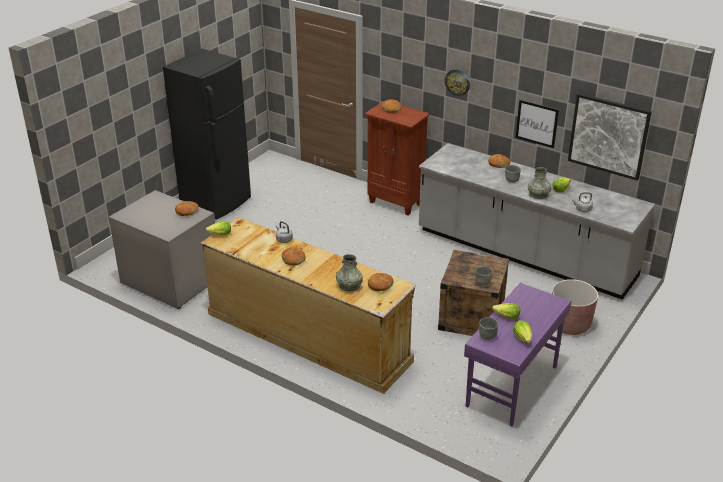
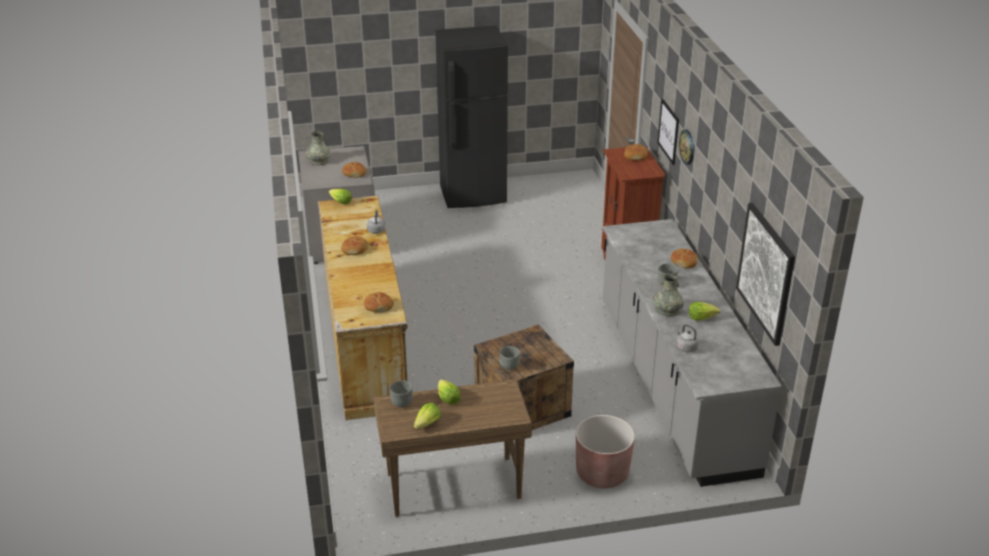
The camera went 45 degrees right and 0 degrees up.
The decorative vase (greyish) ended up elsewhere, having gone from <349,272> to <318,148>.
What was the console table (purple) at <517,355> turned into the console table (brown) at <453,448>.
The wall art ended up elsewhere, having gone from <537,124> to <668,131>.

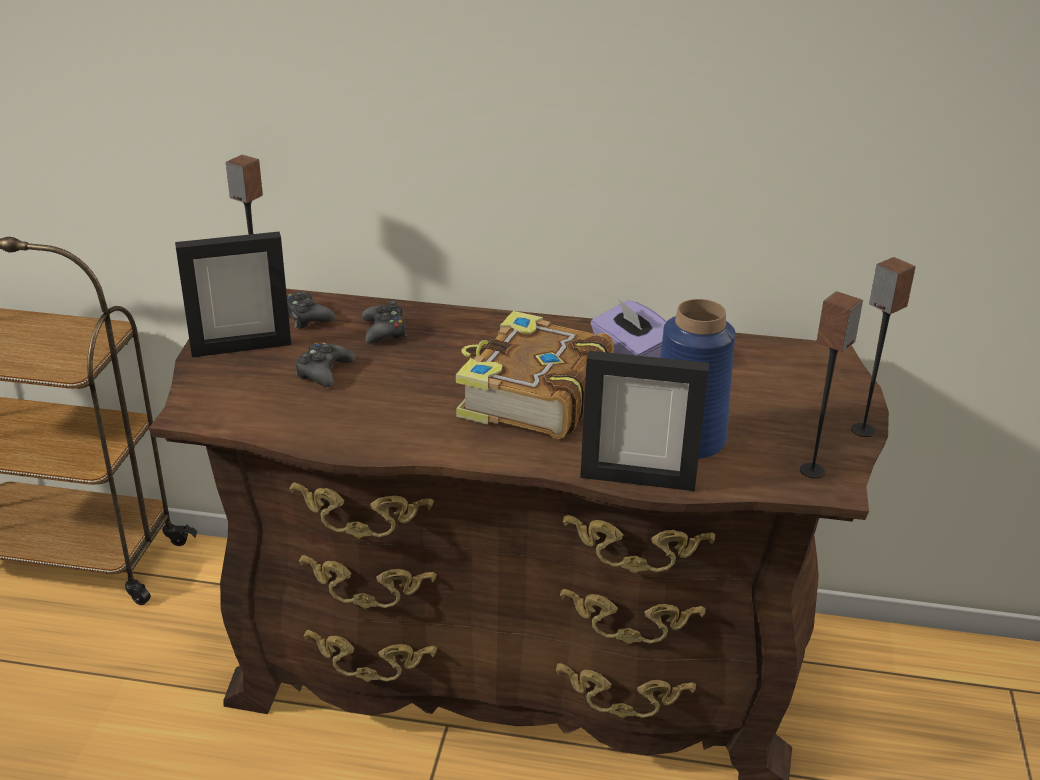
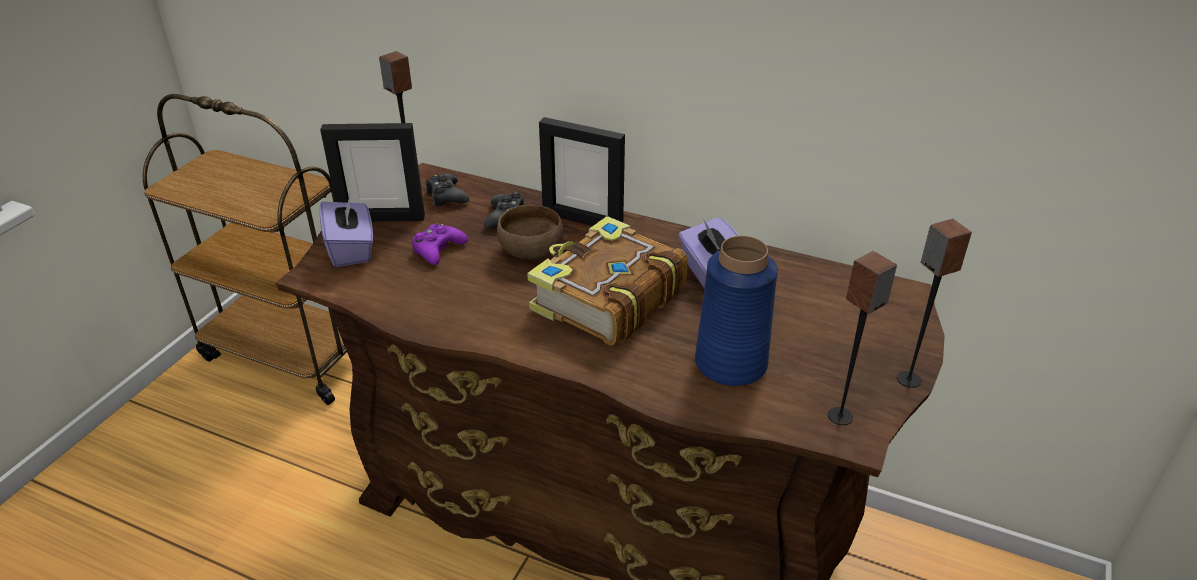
The camera went 15 degrees right and 5 degrees up.
What was the game controller (black-coloured) at <325,364> turned into the game controller (purple) at <440,244>.
The photo frame ended up elsewhere, having gone from <644,421> to <582,171>.
The second view gained the tissue holder (purple) at <346,231>.
The second view gained the deep dish (brown) at <530,232>.

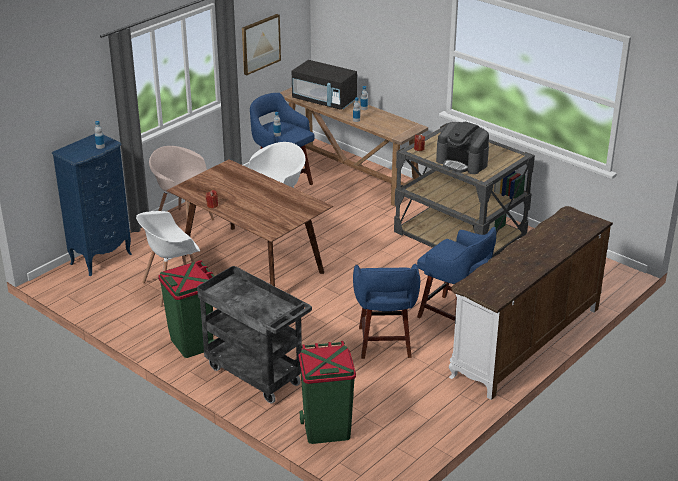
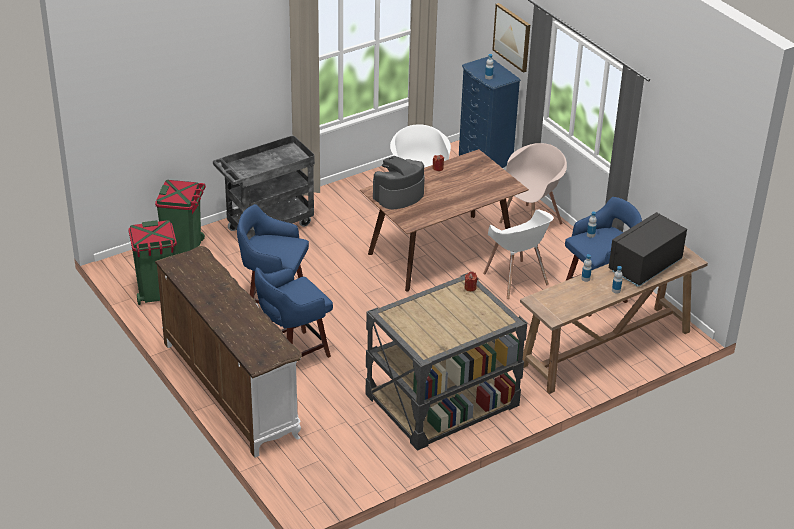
The camera went 105 degrees right and 5 degrees up.
The trash can (green) ended up elsewhere, having gone from <186,309> to <152,262>.
The wall art ended up elsewhere, having gone from <261,45> to <511,38>.
The coffee maker ended up elsewhere, having gone from <462,148> to <399,183>.

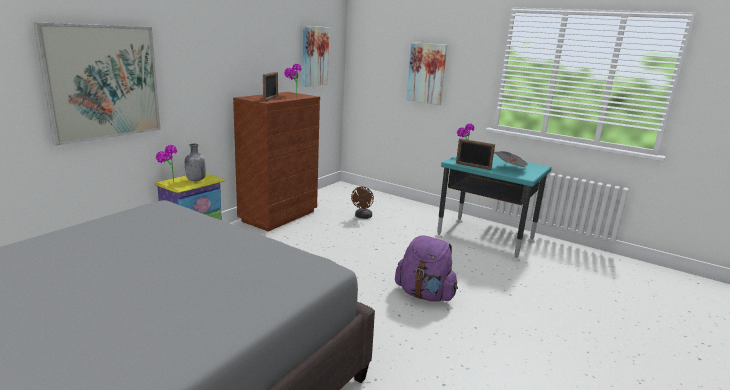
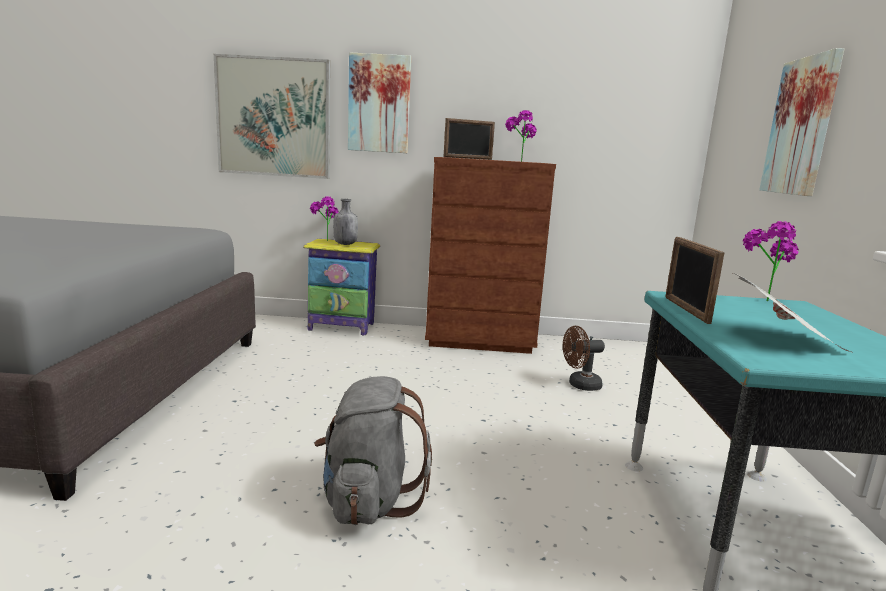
The camera went 60 degrees right and 5 degrees down.
The wall art ended up elsewhere, having gone from <316,56> to <379,102>.
What was the rucksack (purple) at <426,268> turned into the rucksack (greyish) at <373,450>.

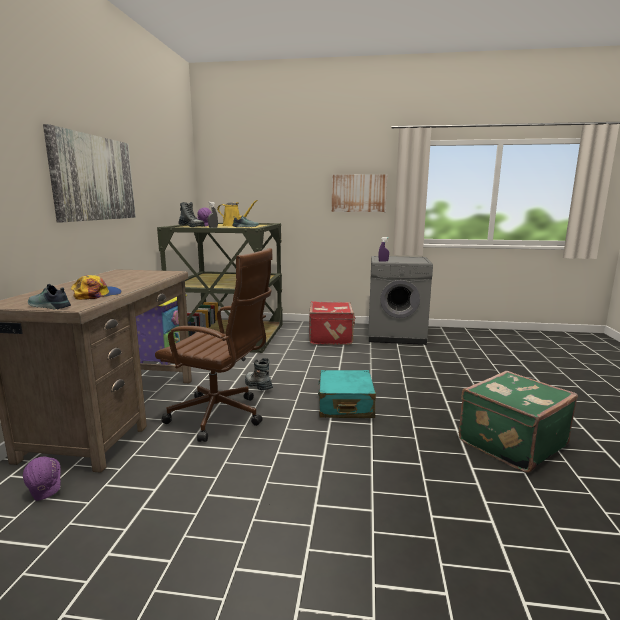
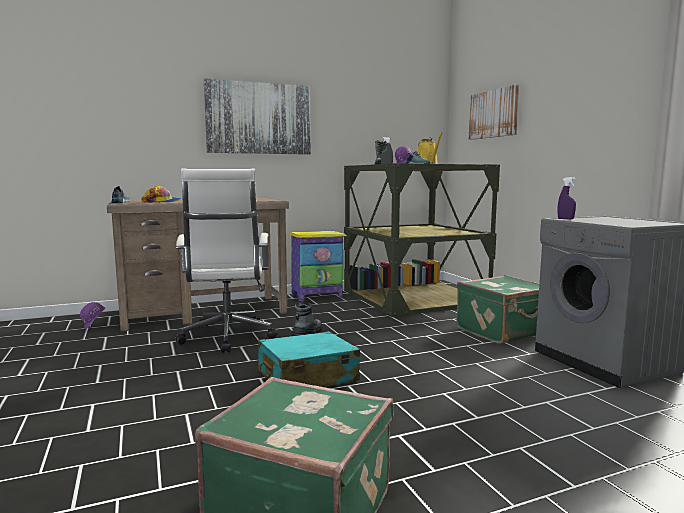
The camera went 60 degrees right and 5 degrees down.
What was the computer chair (brown) at <213,345> turned into the computer chair (white-coloured) at <226,260>.
What was the piece of luggage (reddish) at <332,323> turned into the piece of luggage (green) at <497,309>.
The wall art ended up elsewhere, having gone from <359,193> to <494,112>.

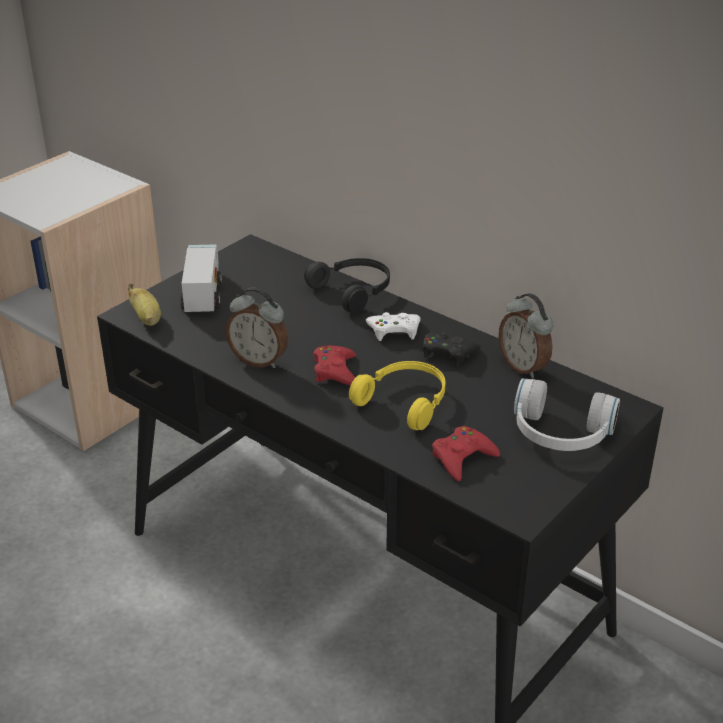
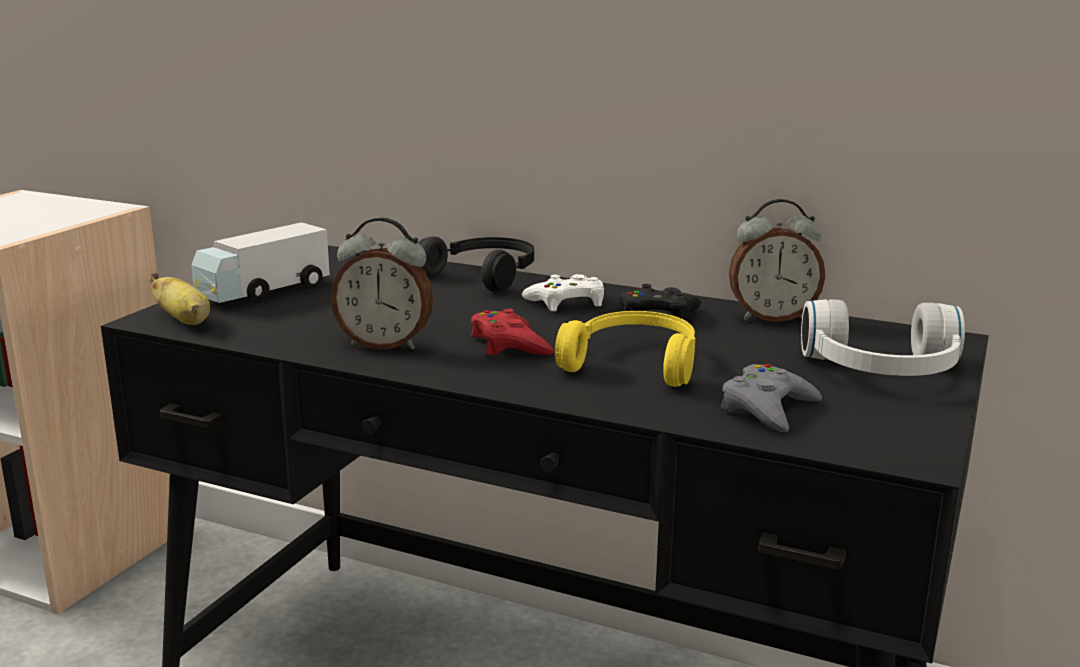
The camera went 15 degrees left and 15 degrees down.
The toy lorry at <201,278> ended up facing another way, 120 degrees counterclockwise from before.
What was the game controller (reddish) at <466,453> turned into the game controller (greyish) at <771,398>.
The table clock at <526,336> ended up facing another way, 45 degrees counterclockwise from before.

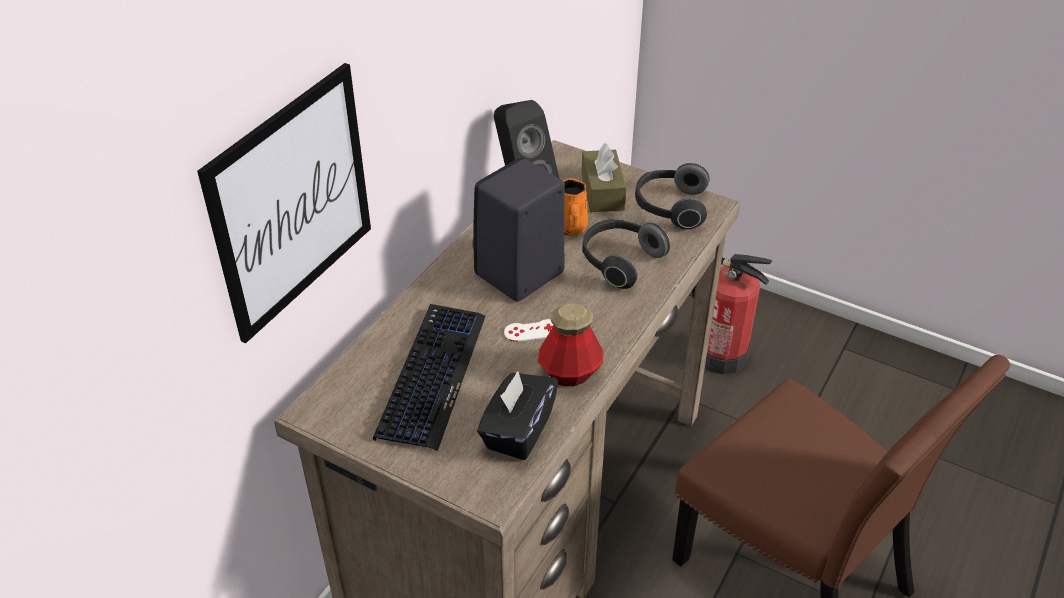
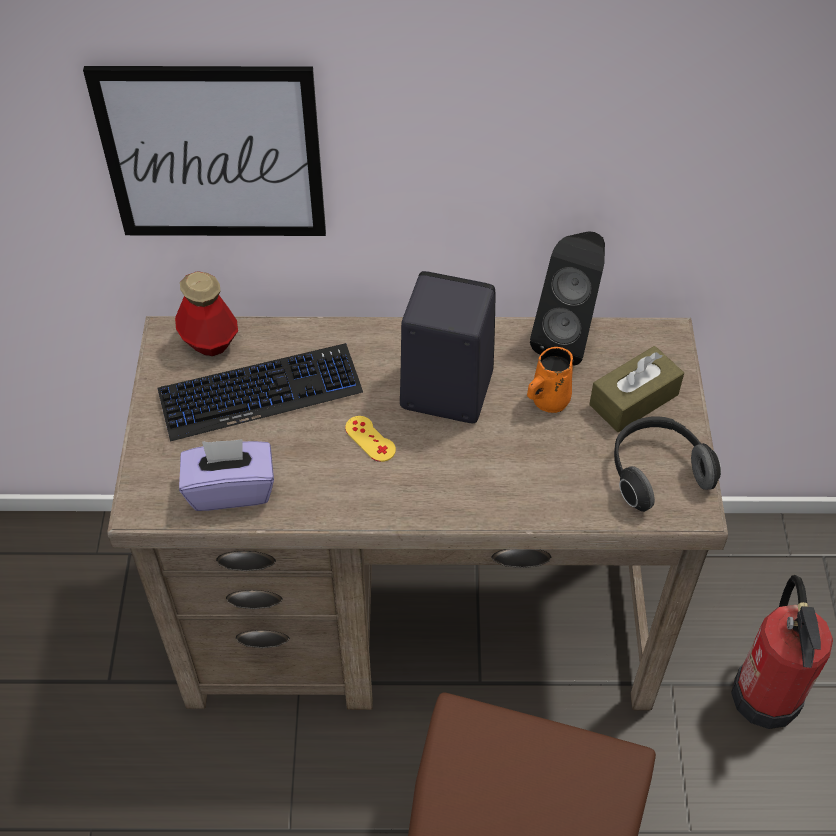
The camera went 60 degrees right and 10 degrees up.
What was the tissue holder (black-coloured) at <517,415> turned into the tissue holder (purple) at <226,475>.
What was the game controller (white-coloured) at <529,330> turned into the game controller (yellow-coloured) at <370,439>.
The drink bottle ended up elsewhere, having gone from <570,345> to <206,313>.
The second view lost the headset at <626,254>.

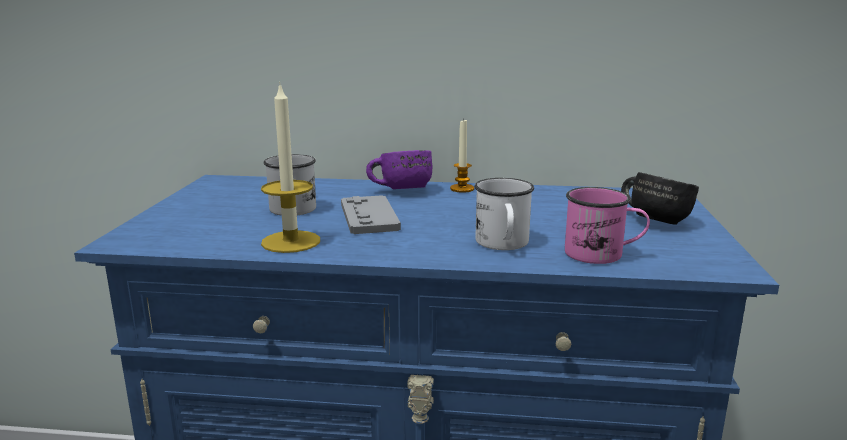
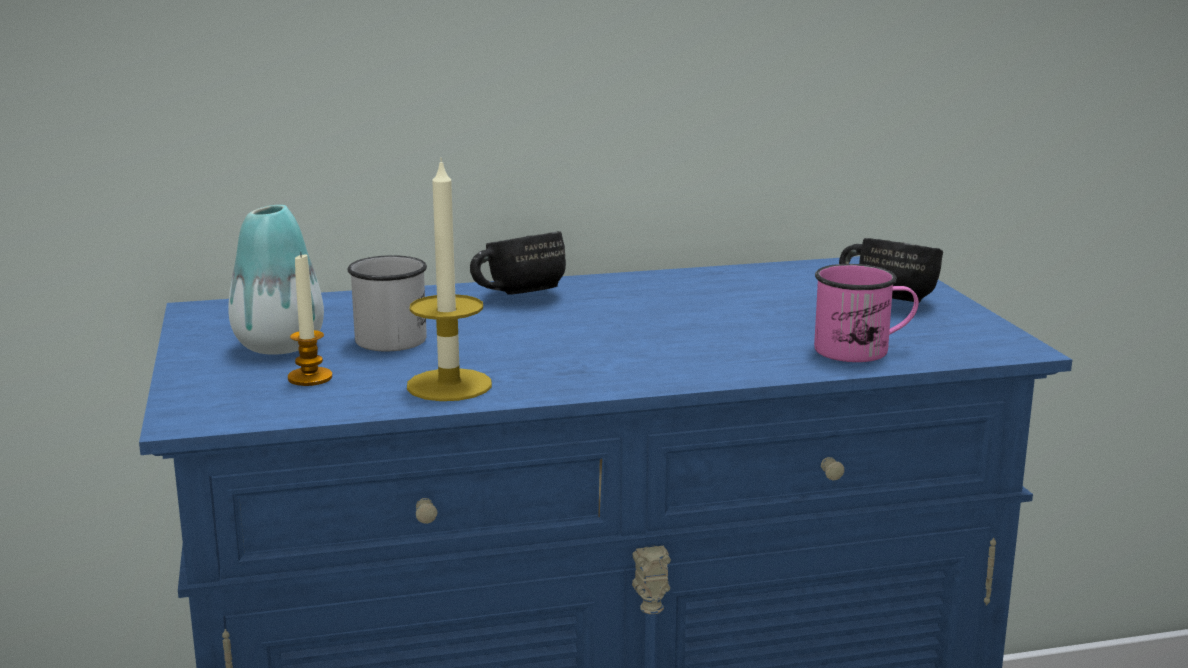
The camera went 20 degrees left and 0 degrees up.
The second view lost the game controller (greyish) at <371,214>.
What was the tea mug (purple) at <399,169> turned into the tea mug (black-coloured) at <518,263>.
The wax light ended up elsewhere, having gone from <462,155> to <310,319>.
The second view lost the tea mug (white-coloured) at <504,214>.
The second view gained the decorative vase at <276,280>.

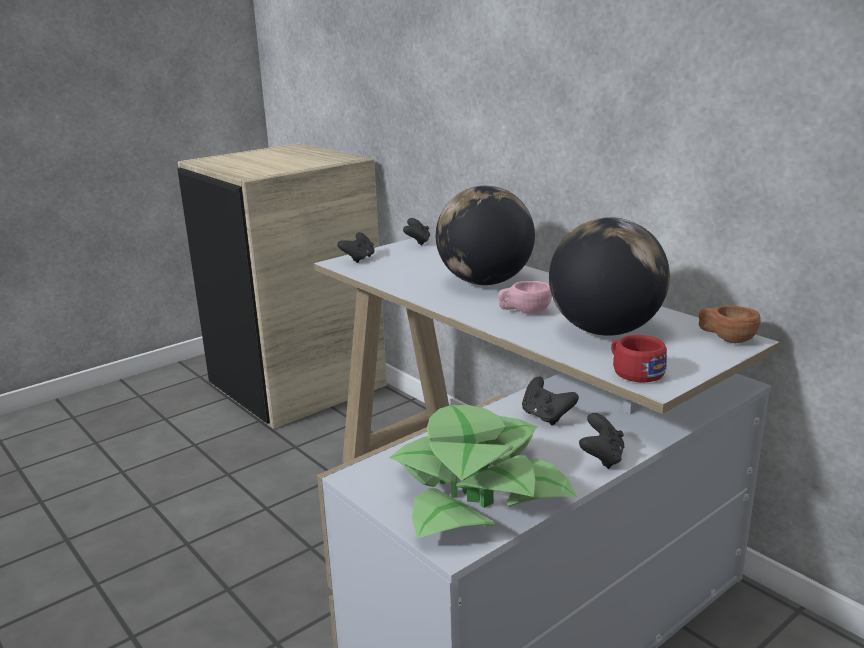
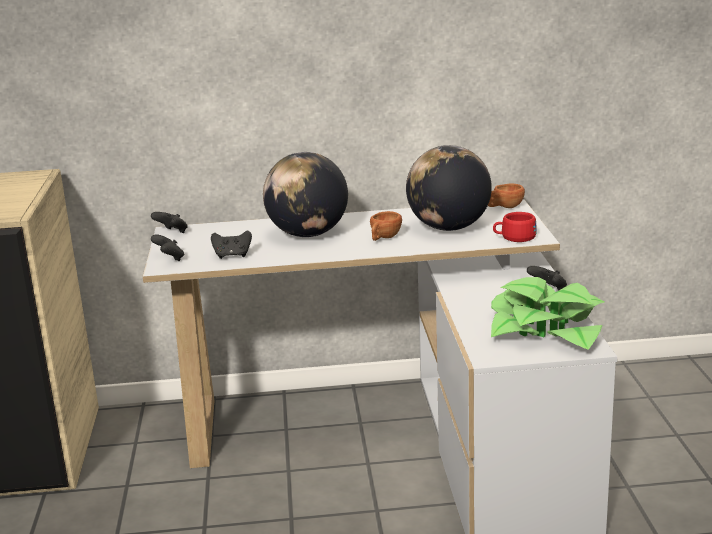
The camera went 55 degrees left and 0 degrees up.
What was the cup (pink) at <525,297> turned into the cup (brown) at <386,226>.
The game controller (black-coloured) ended up elsewhere, having gone from <550,401> to <231,245>.

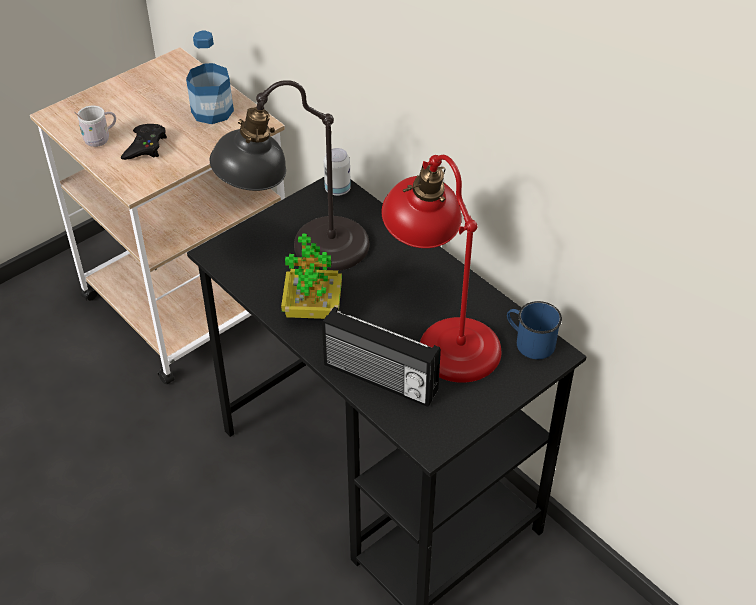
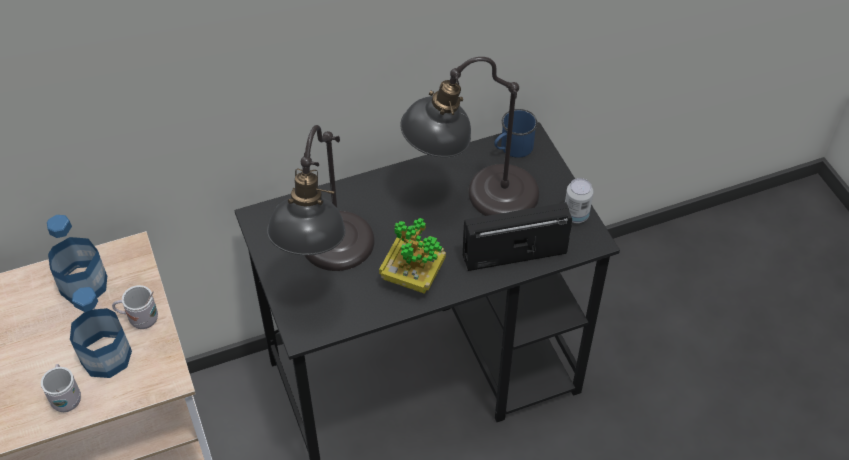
The camera went 70 degrees left and 5 degrees up.
Where the game controller (black-coloured) stood at <144,142>, the drink bottle came to stand at <101,332>.
The radio at <381,357> ended up facing another way, 150 degrees counterclockwise from before.
The can ended up elsewhere, having gone from <337,172> to <579,200>.
What was the tabletop lamp (reddish) at <441,269> turned into the tabletop lamp (greyish) at <469,136>.
The second view gained the tea mug (white-coloured) at <135,307>.

